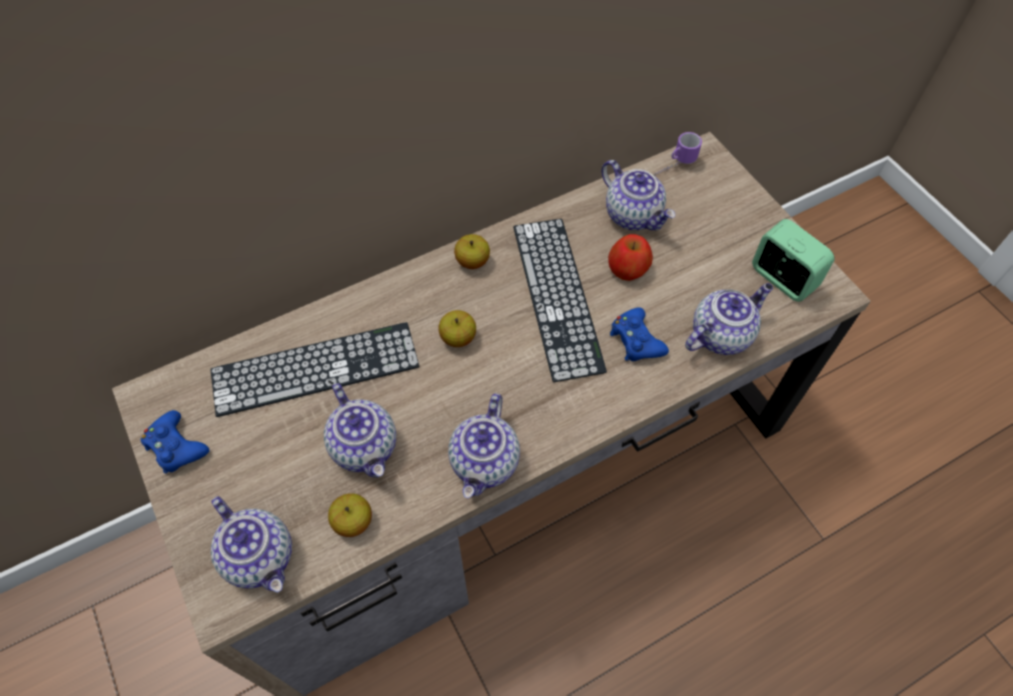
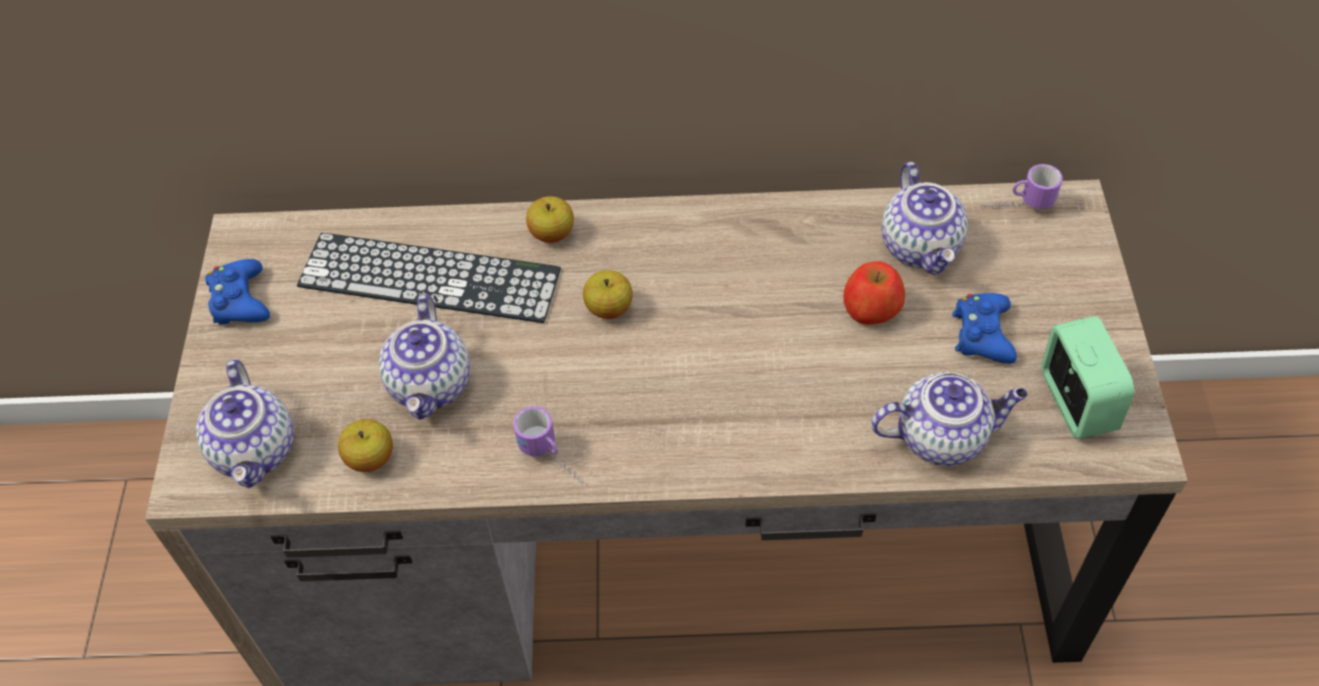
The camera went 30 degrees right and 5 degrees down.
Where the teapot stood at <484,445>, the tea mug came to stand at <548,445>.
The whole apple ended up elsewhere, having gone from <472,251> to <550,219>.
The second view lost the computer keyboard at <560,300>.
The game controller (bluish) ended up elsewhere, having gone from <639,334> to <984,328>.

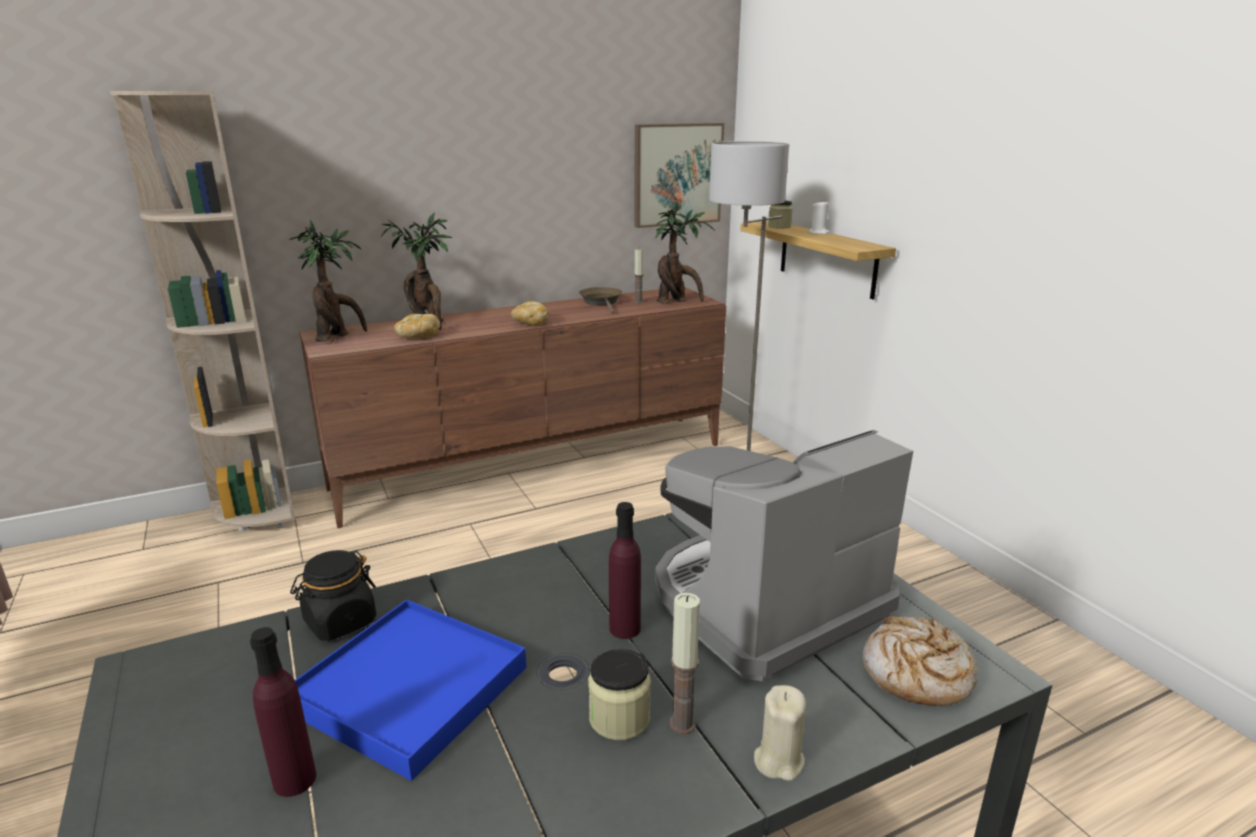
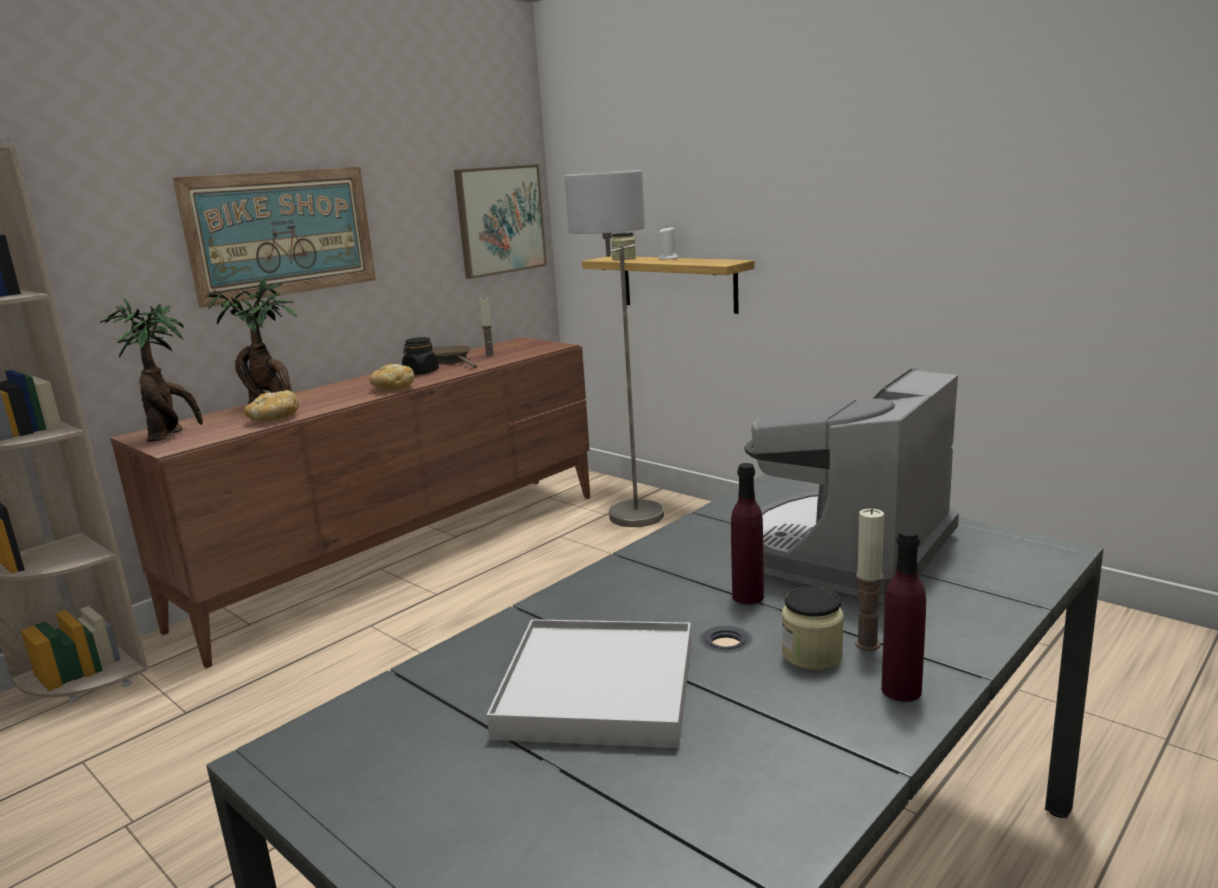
The camera went 20 degrees left and 5 degrees down.
The drink bottle (purple) ended up elsewhere, having gone from <283,712> to <903,615>.
The preserve jar (black-coloured) ended up elsewhere, having gone from <333,595> to <420,356>.
What was the serving tray (bluish) at <410,690> turned into the serving tray (white-coloured) at <589,683>.
The second view lost the houseplant at <685,252>.
The second view lost the wax light (sand-coloured) at <780,733>.
The second view lost the bakery bread at <920,661>.
The second view gained the wall art at <274,237>.

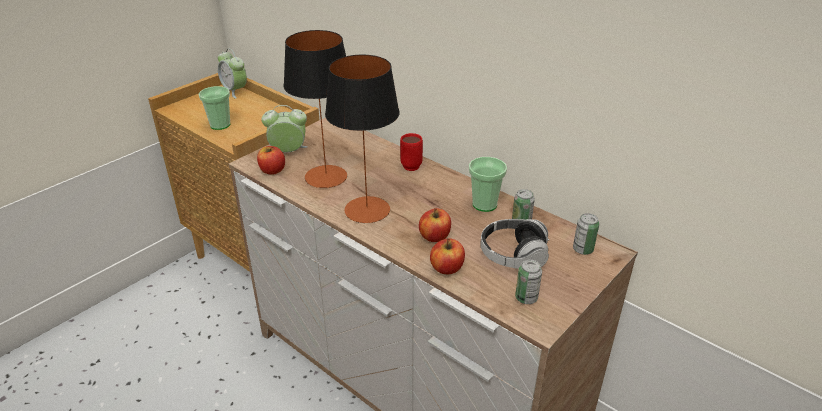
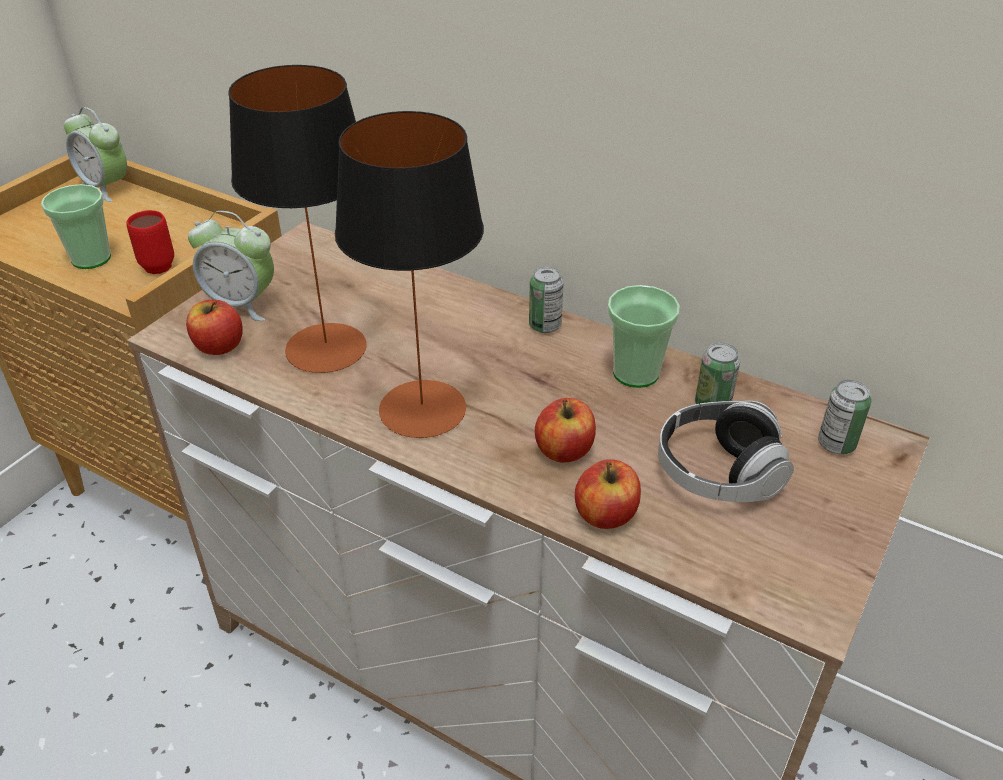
The camera went 10 degrees left and 5 degrees up.
The table clock at <284,128> ended up facing another way, 150 degrees counterclockwise from before.
The tea mug (reddish) ended up elsewhere, having gone from <411,152> to <150,242>.
The can ended up elsewhere, having gone from <528,282> to <546,300>.

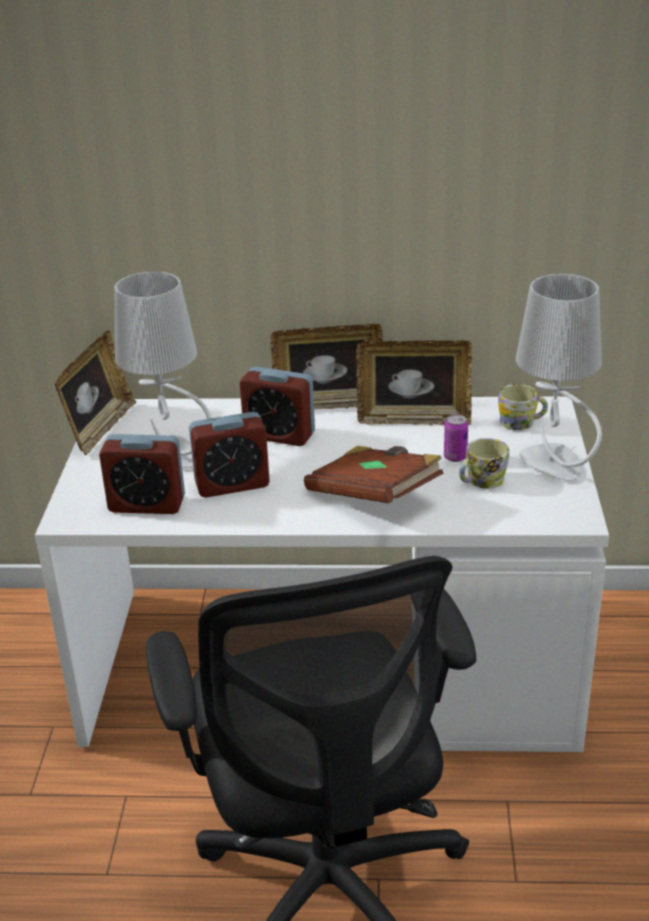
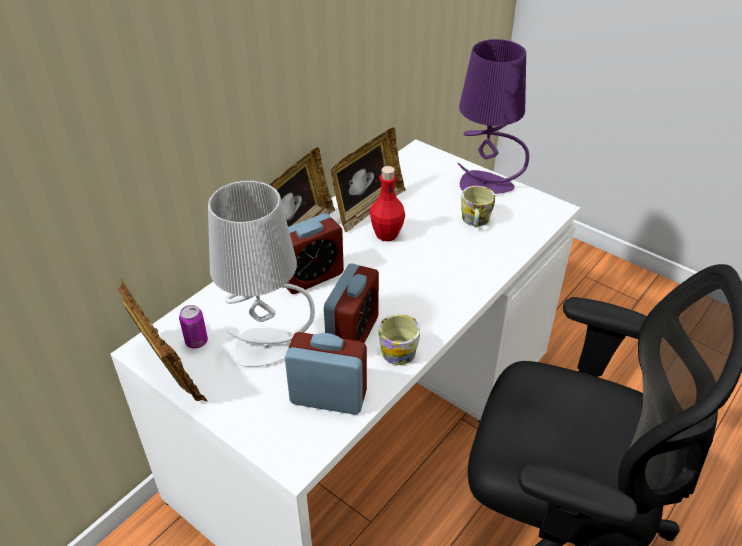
The camera went 55 degrees left and 10 degrees up.
The table clock at <142,474> ended up facing another way, 120 degrees counterclockwise from before.
The second view lost the volume (brown) at <373,474>.
The can ended up elsewhere, having gone from <456,438> to <193,327>.
The tea mug ended up elsewhere, having gone from <523,407> to <399,339>.
What was the tabletop lamp (greyish) at <559,377> turned into the tabletop lamp (purple) at <493,116>.
The second view gained the drink bottle (reddish) at <387,203>.

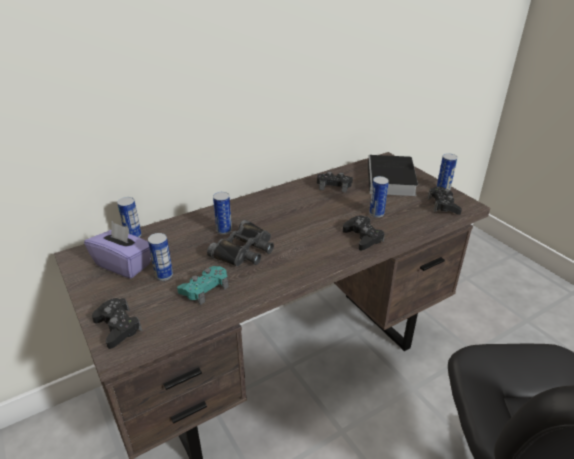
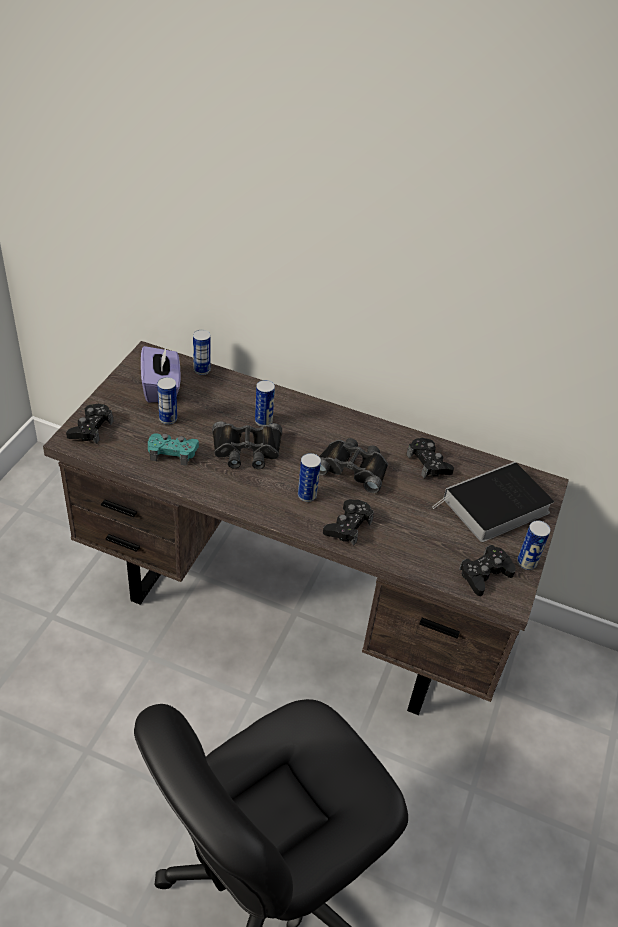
The camera went 50 degrees right and 10 degrees up.
The can ended up elsewhere, having gone from <379,197> to <309,477>.
The second view gained the field glasses (black-coloured) at <353,465>.

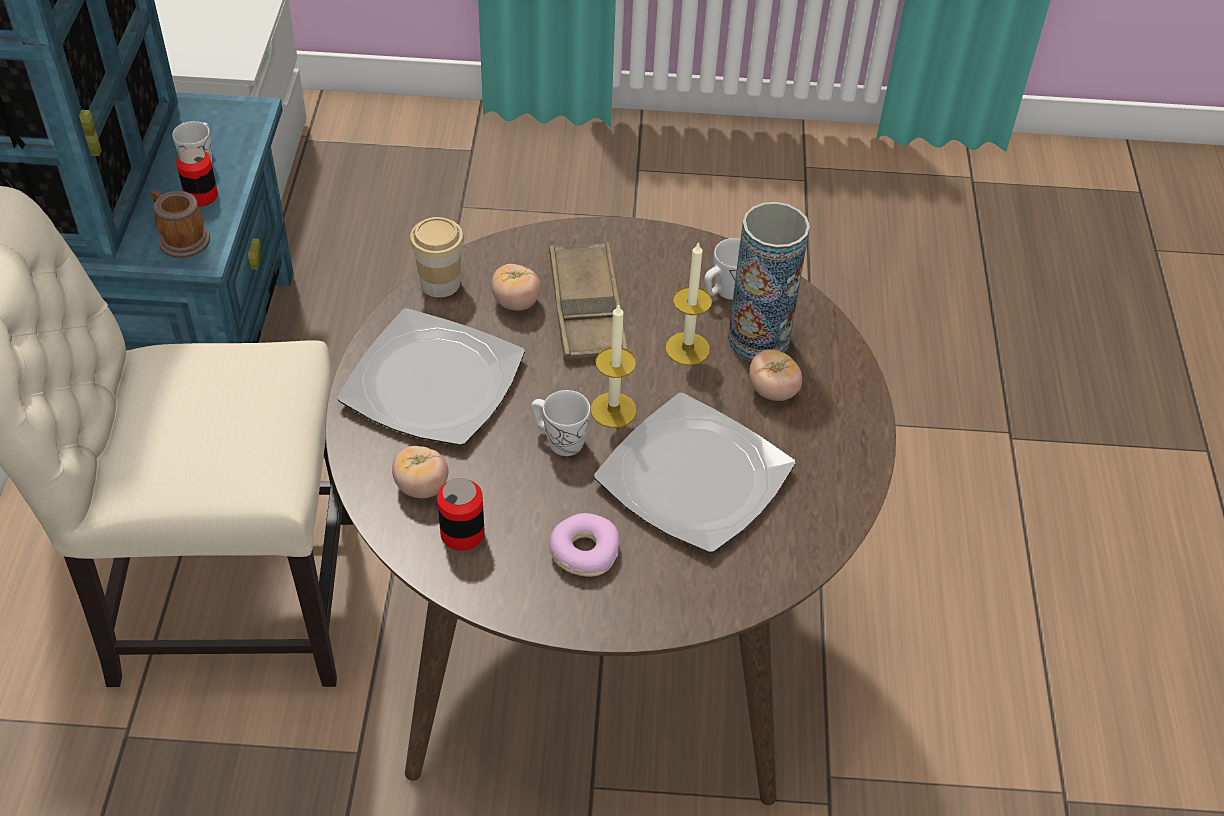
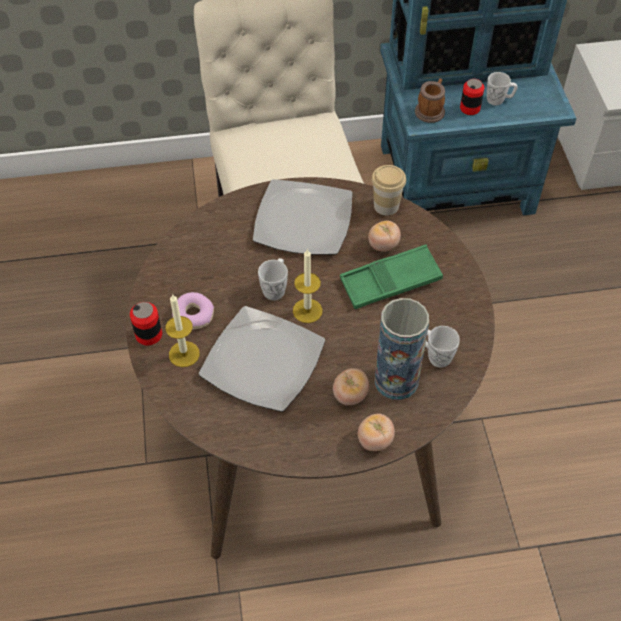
The camera went 80 degrees right and 5 degrees up.
The whole tomato ended up elsewhere, having gone from <420,472> to <376,432>.
The can ended up elsewhere, having gone from <461,514> to <146,324>.
What was the serving tray (brown) at <588,301> turned into the serving tray (green) at <391,276>.
The wax light ended up elsewhere, having gone from <689,303> to <182,330>.

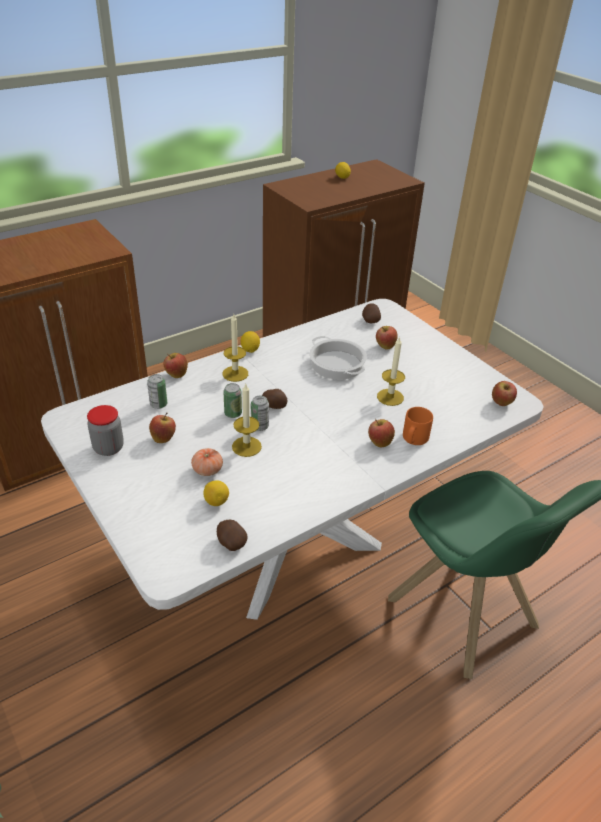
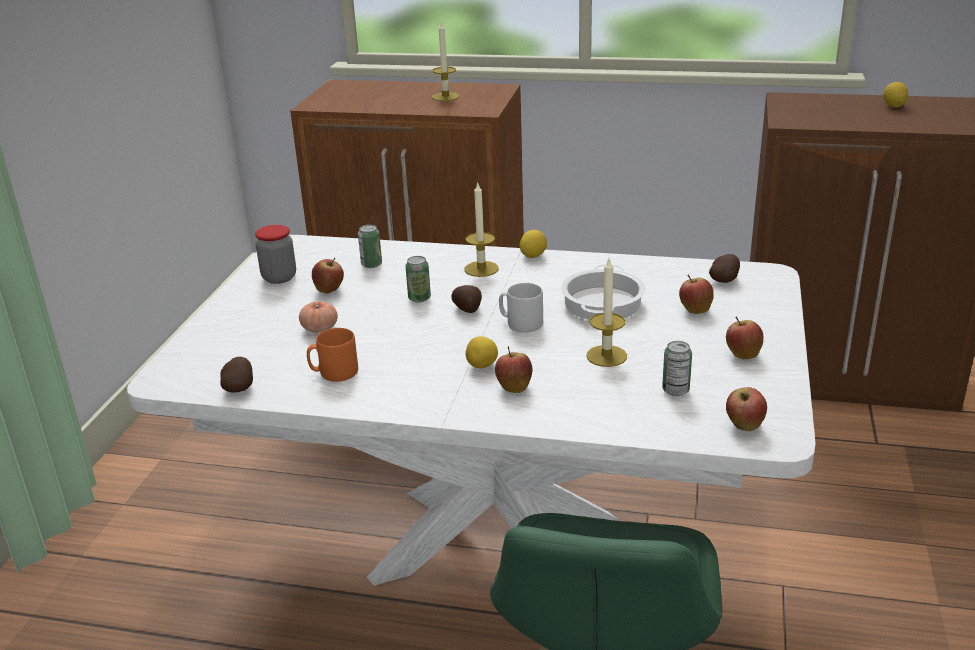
The camera went 50 degrees right and 10 degrees down.
The whole apple ended up elsewhere, having gone from <176,365> to <744,337>.
The whole lemon ended up elsewhere, having gone from <216,493> to <482,352>.
The wax light ended up elsewhere, having gone from <247,420> to <446,61>.
The can ended up elsewhere, having gone from <260,413> to <677,368>.
The tea mug (orangey) ended up elsewhere, having gone from <418,426> to <332,355>.
The second view gained the tea mug (greyish) at <521,308>.

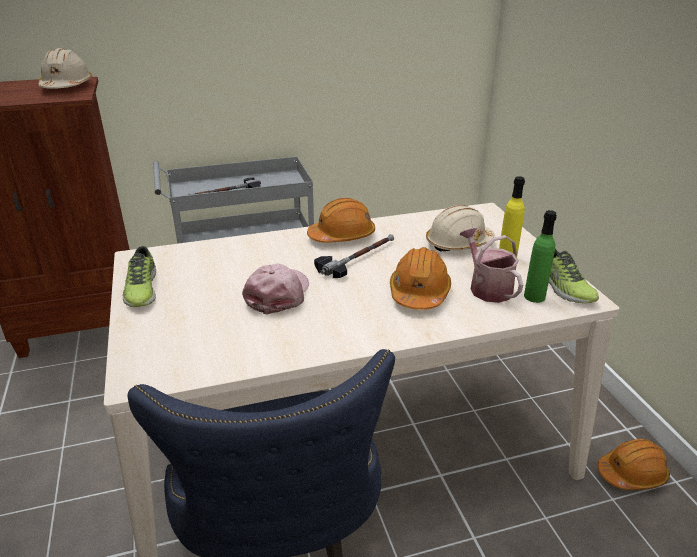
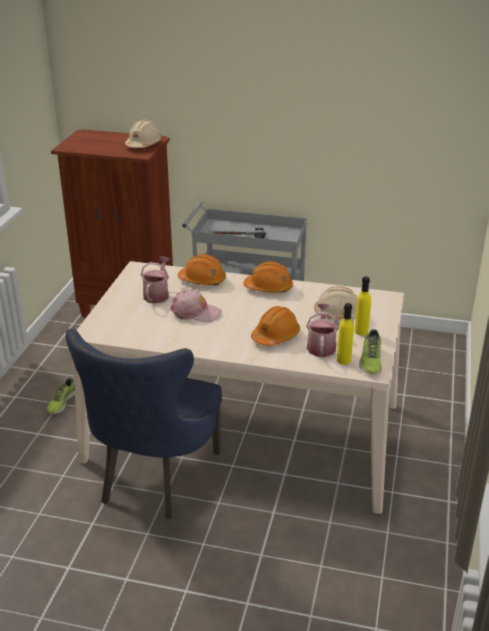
The camera went 30 degrees right and 0 degrees up.
The item of footwear ended up elsewhere, having gone from <139,276> to <61,396>.
The baseball cap (pink) at <275,289> ended up facing another way, 60 degrees clockwise from before.
The second view lost the hammer at <354,256>.
What was the drink bottle (green) at <540,256> turned into the drink bottle (yellow-coloured) at <345,334>.
The work helmet (orangey) ended up elsewhere, having gone from <633,464> to <202,270>.
The second view gained the watering can at <155,279>.

